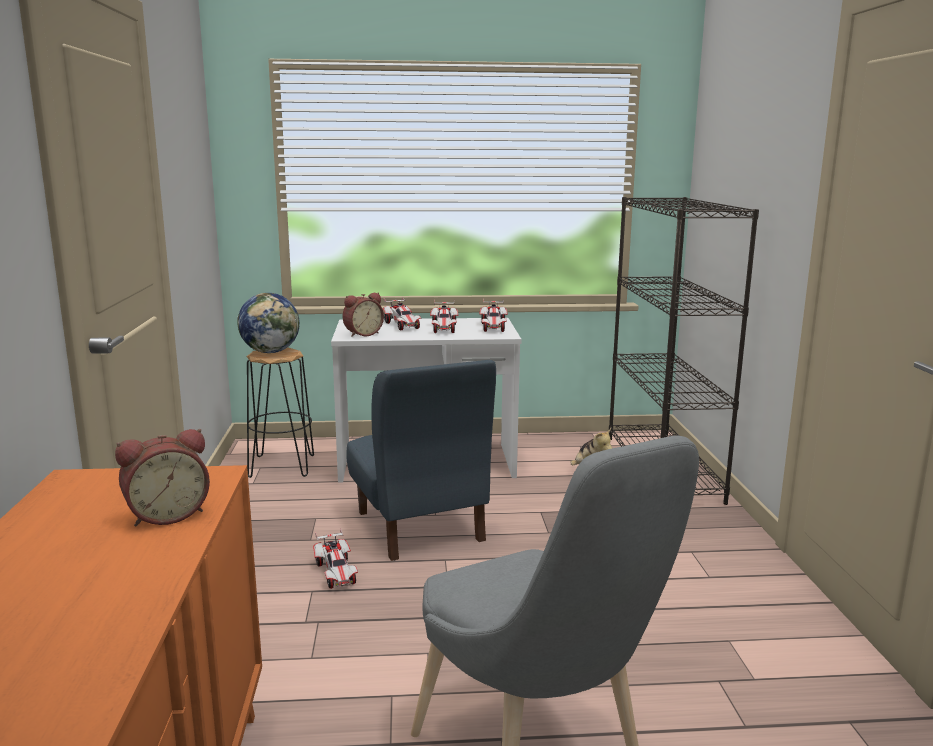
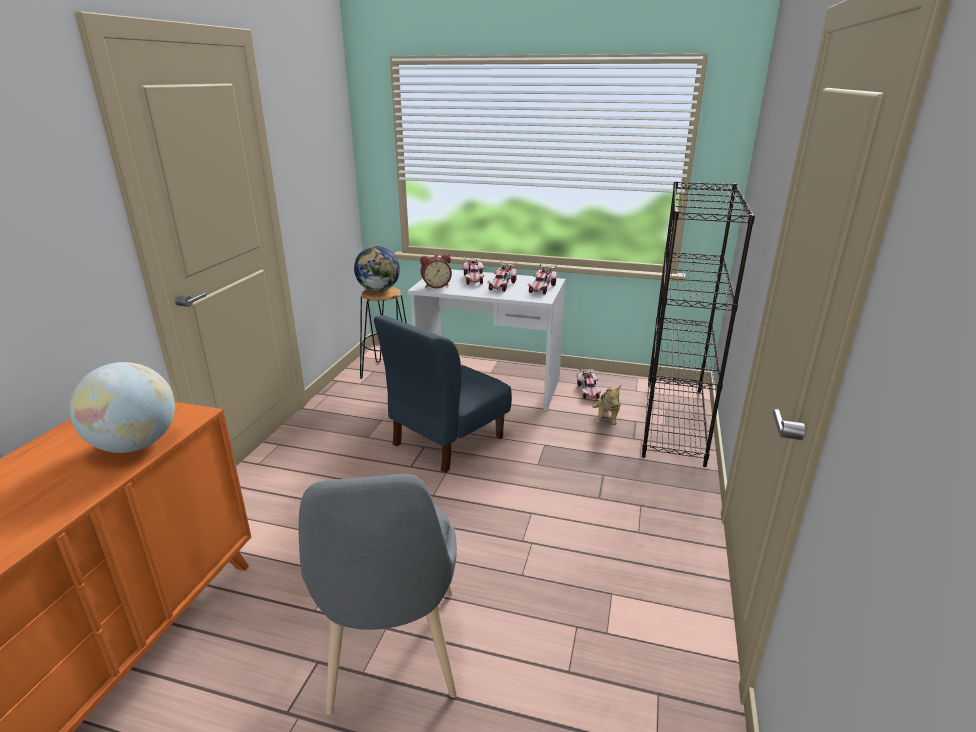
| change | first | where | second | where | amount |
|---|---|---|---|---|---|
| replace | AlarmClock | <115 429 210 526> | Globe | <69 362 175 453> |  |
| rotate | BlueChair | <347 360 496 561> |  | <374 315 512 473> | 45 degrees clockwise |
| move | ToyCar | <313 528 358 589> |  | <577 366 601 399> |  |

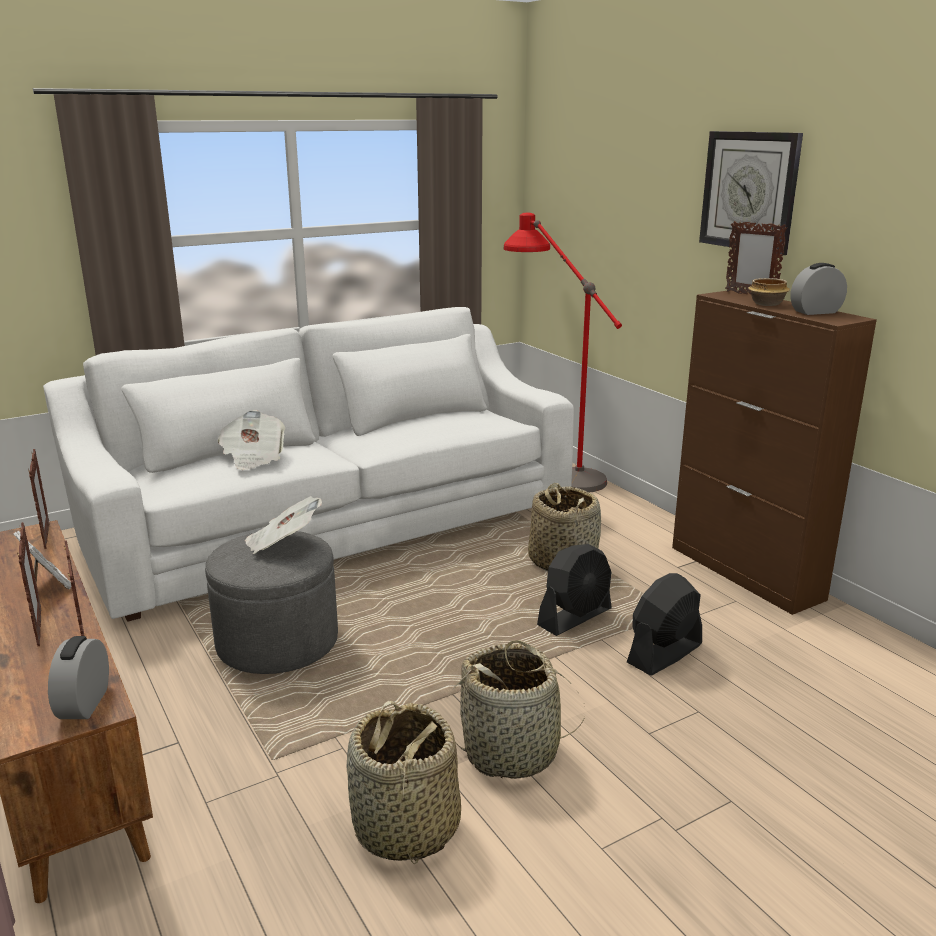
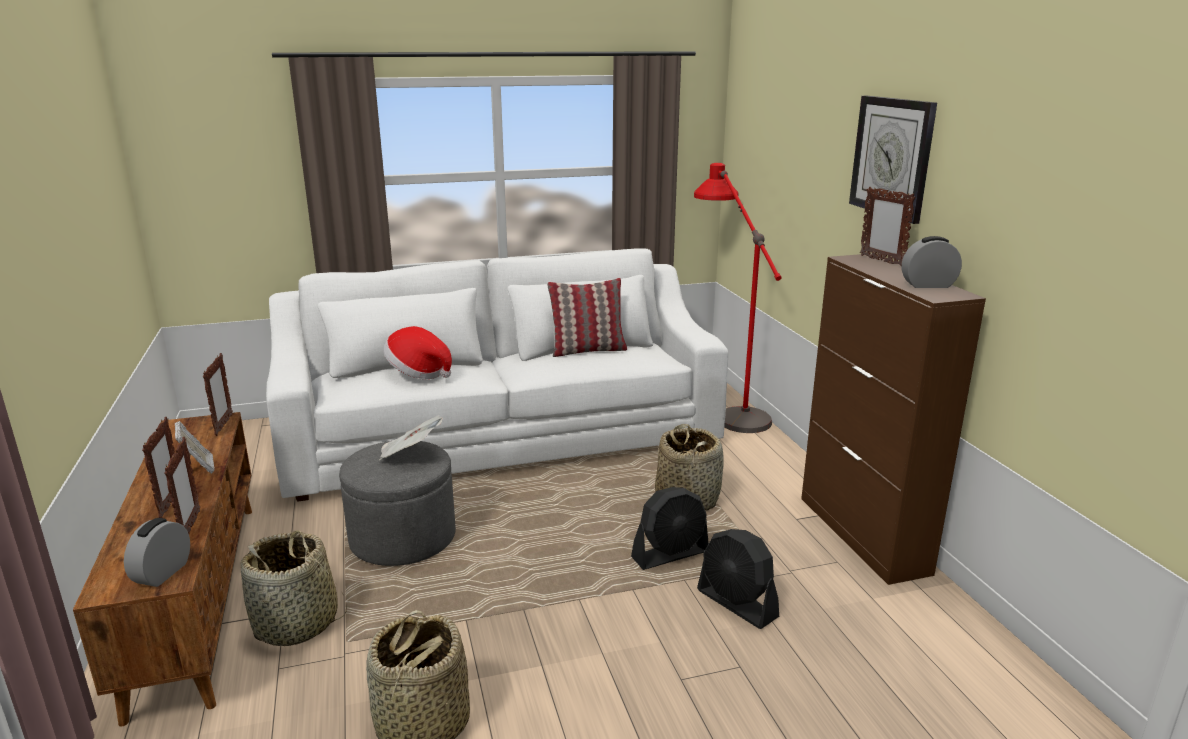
| change | first | where | second | where | amount |
|---|---|---|---|---|---|
| move | Basket | <454 640 585 779> |  | <240 530 347 646> |  |
| replace | Newspaper | <217 410 285 470> | Hat | <383 326 452 380> |  |
| insert |  |  | Pillow | <547 278 627 357> |  |
| rotate | BlackFan | <627 573 702 676> |  | <697 529 779 629> | 105 degrees counterclockwise |
| delete | Bowl | <748 278 790 306> |  |  |  |

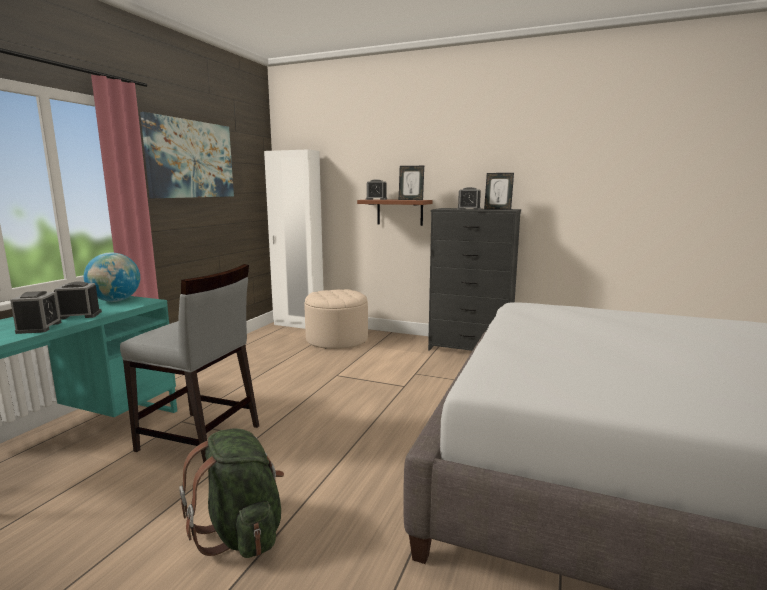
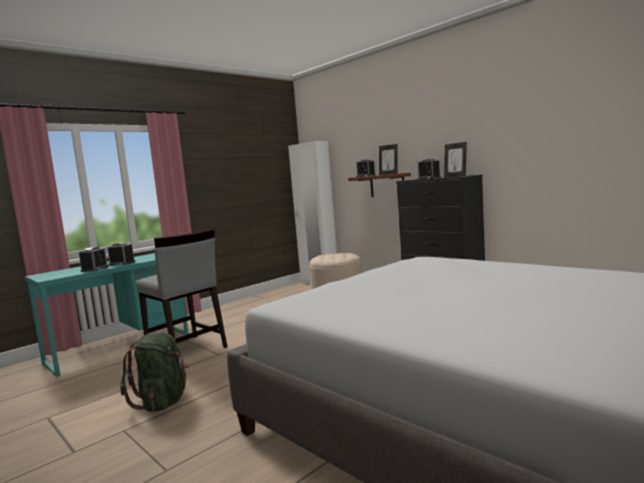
| change | first | where | second | where | amount |
|---|---|---|---|---|---|
| delete | Globe | <84 252 140 302> |  |  |  |
| delete | Picture | <140 112 234 198> |  |  |  |

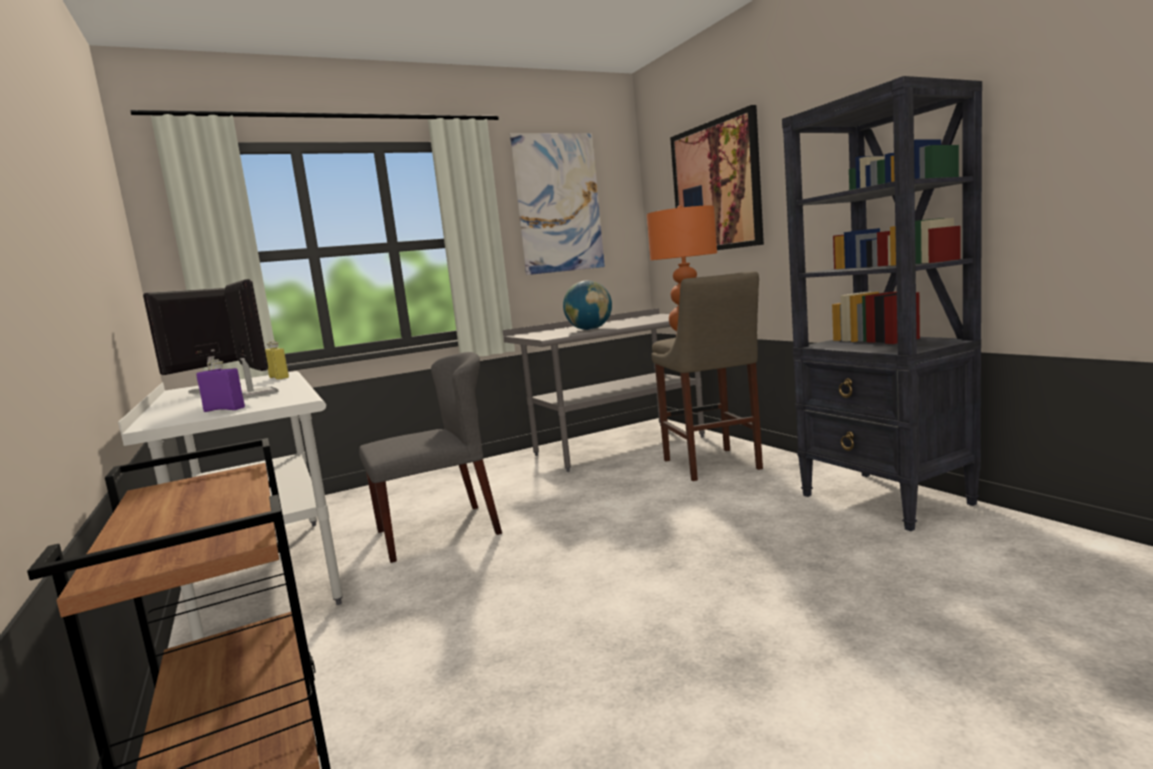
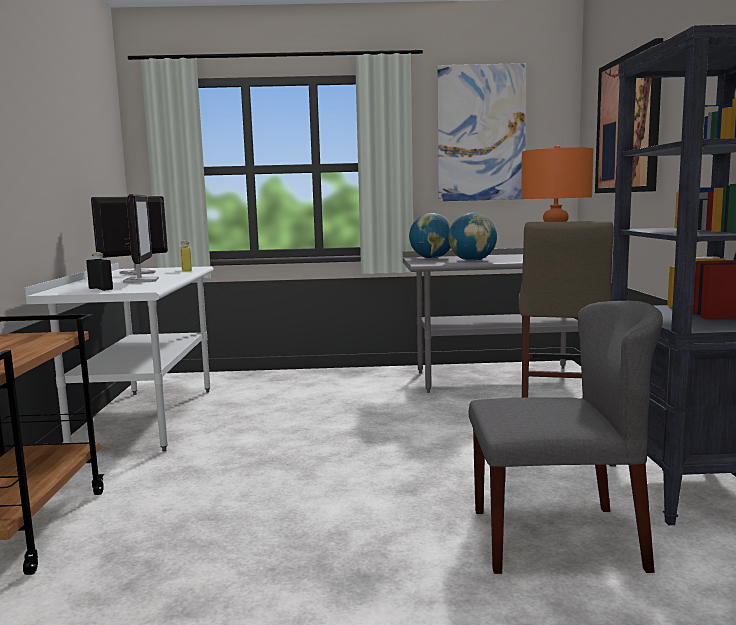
| change | first | where | second | where | amount |
|---|---|---|---|---|---|
| recolor | PurpleBottle | <196 359 245 412> | BlackBottle | <86 252 113 291> |  |
| insert |  |  | Globe | <409 213 452 258> |  |
| move | GreyChair | <359 352 502 563> |  | <469 301 663 574> |  |

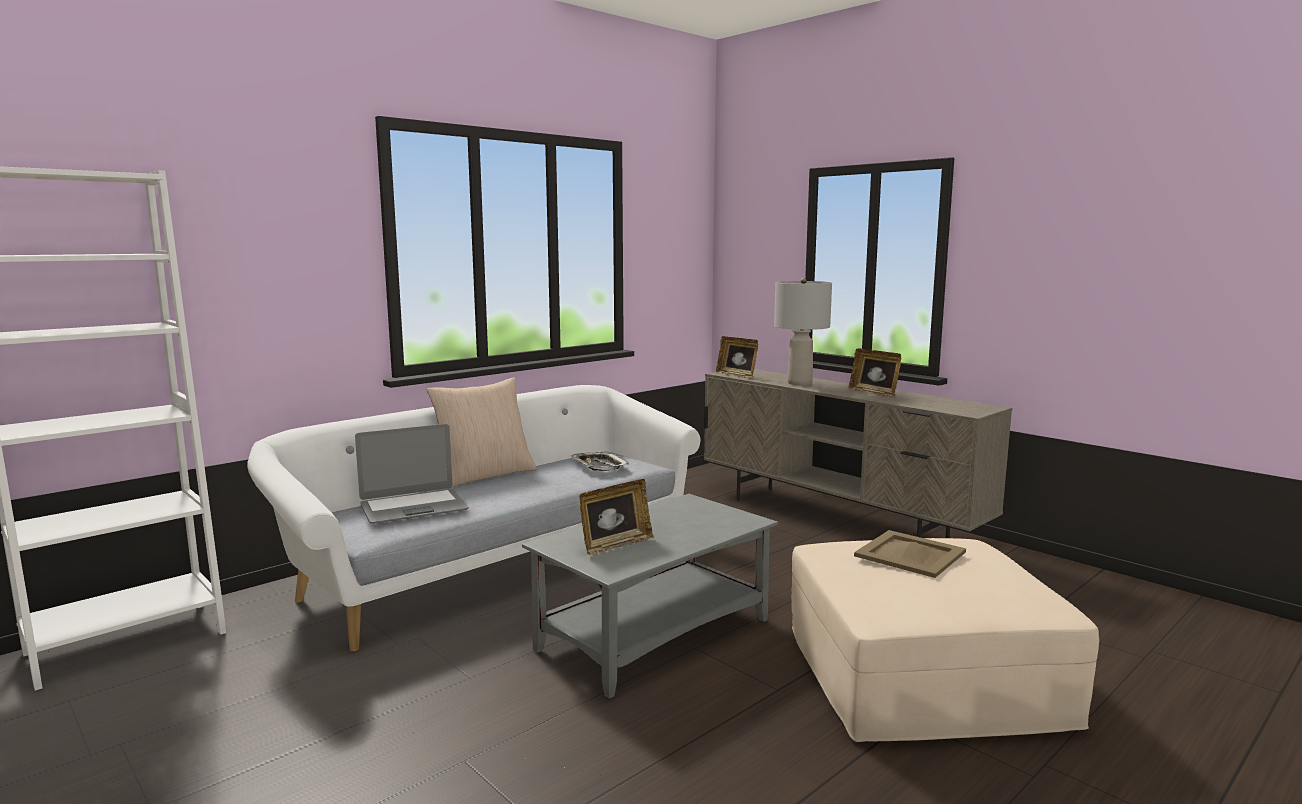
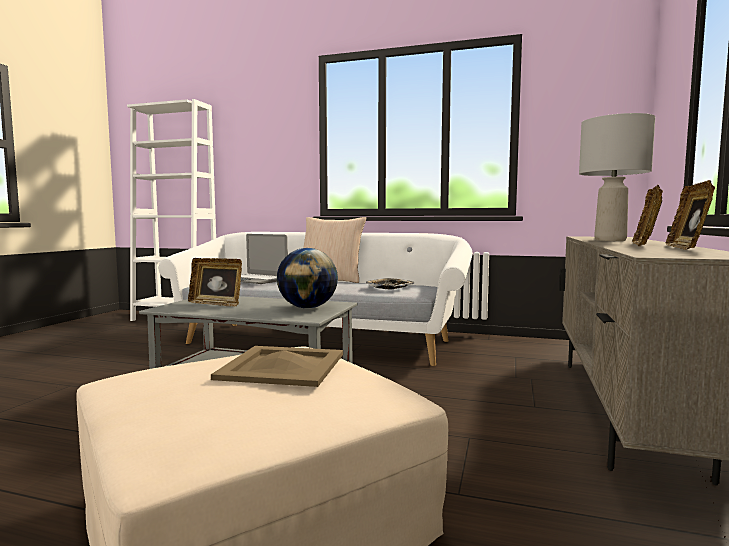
| change | first | where | second | where | amount |
|---|---|---|---|---|---|
| insert |  |  | Globe | <277 248 338 309> |  |
| move | PictureFrame | <716 336 758 379> |  | <666 180 715 250> |  |

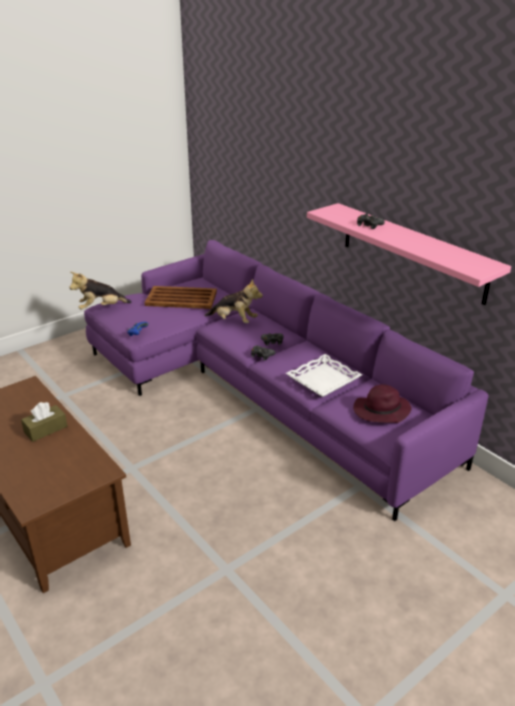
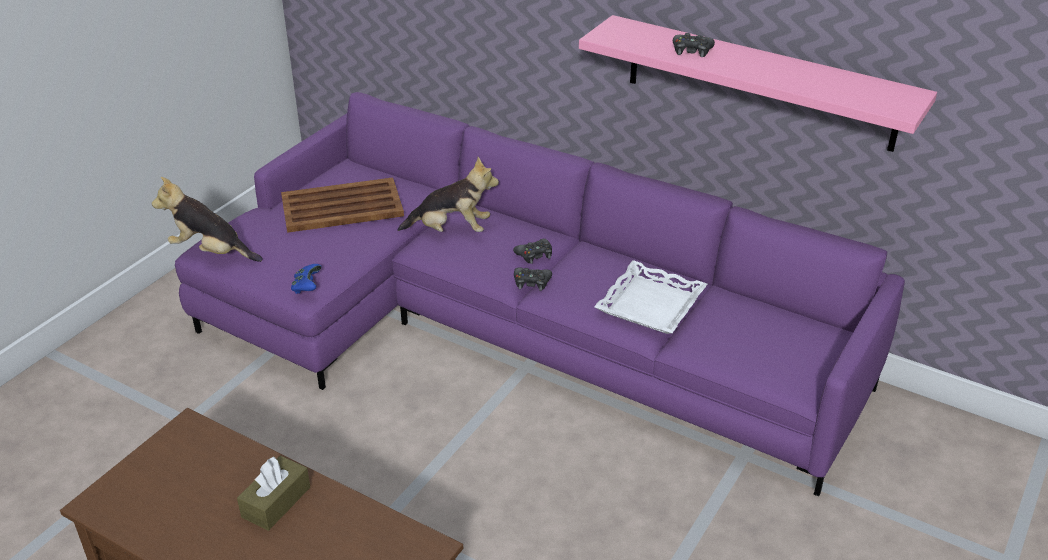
| change | first | where | second | where | amount |
|---|---|---|---|---|---|
| rotate | PlushToy | <70 272 132 310> |  | <152 177 263 262> | 60 degrees clockwise |
| delete | PurpleHat | <353 384 412 423> |  |  |  |

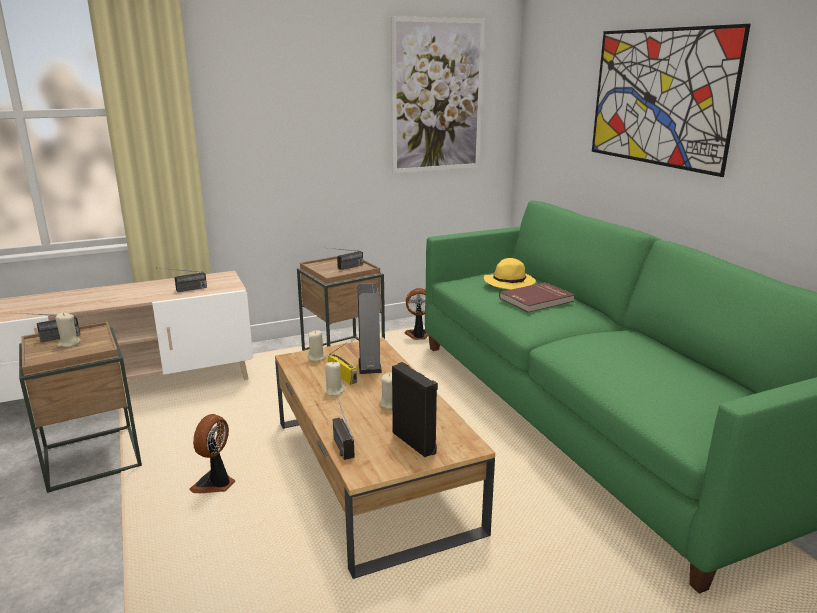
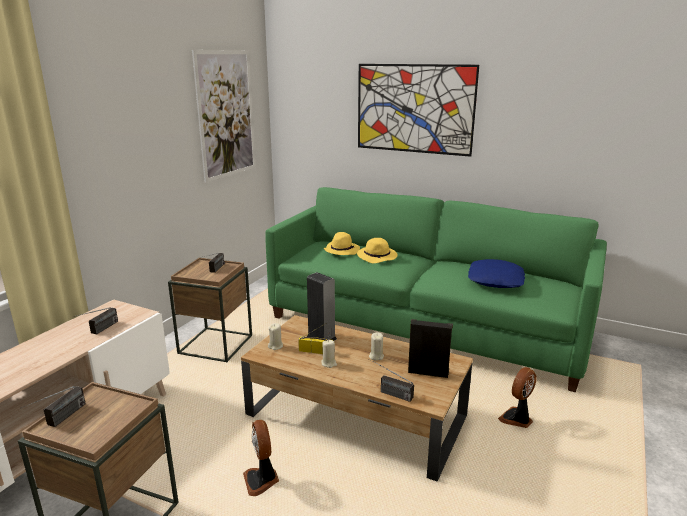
| change | first | where | second | where | amount |
|---|---|---|---|---|---|
| replace | RedBook | <499 282 575 312> | YellowHat | <357 238 398 263> |  |
| insert |  |  | BluePillow | <468 259 525 288> |  |
| move | Fan | <404 288 429 340> |  | <498 367 537 428> |  |
| delete | BeigeCandle | <55 313 81 347> |  |  |  |

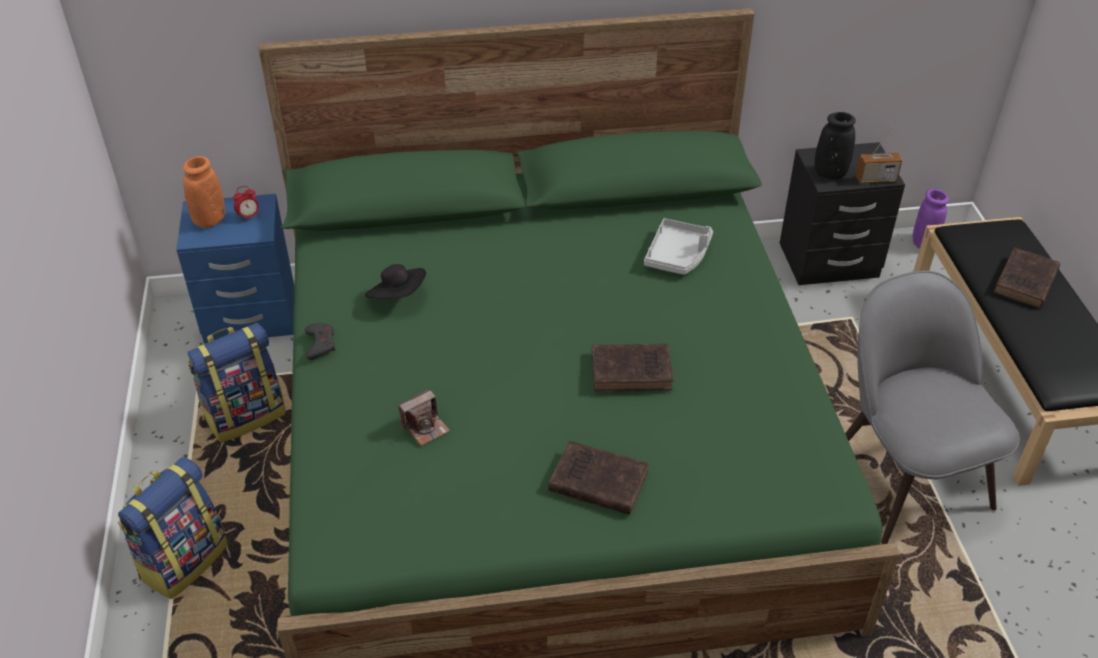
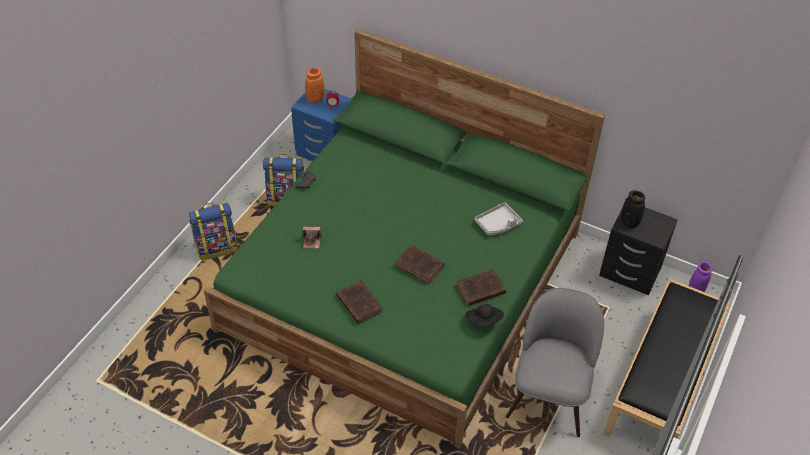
| change | first | where | second | where | amount |
|---|---|---|---|---|---|
| move | BrownBook | <993 247 1060 308> |  | <456 269 506 306> |  |
| move | BlackHat | <365 264 426 299> |  | <466 304 504 327> |  |
| delete | Radio | <856 127 902 183> |  |  |  |

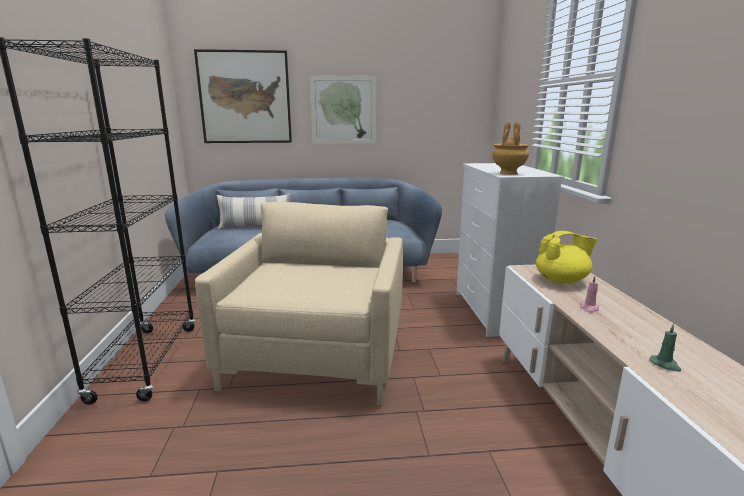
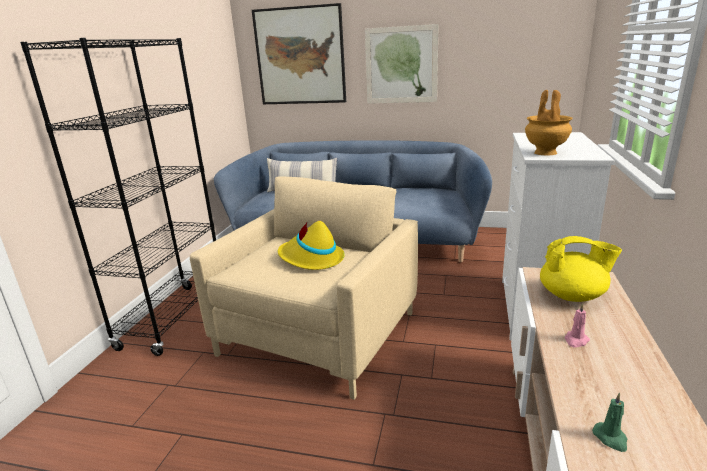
| change | first | where | second | where | amount |
|---|---|---|---|---|---|
| insert |  |  | YellowHat | <278 221 345 270> |  |

